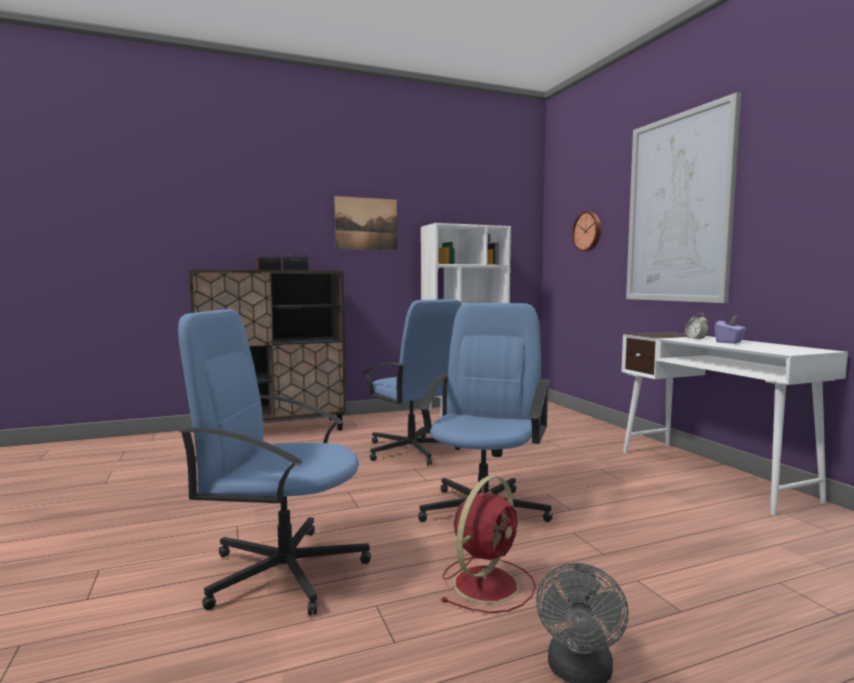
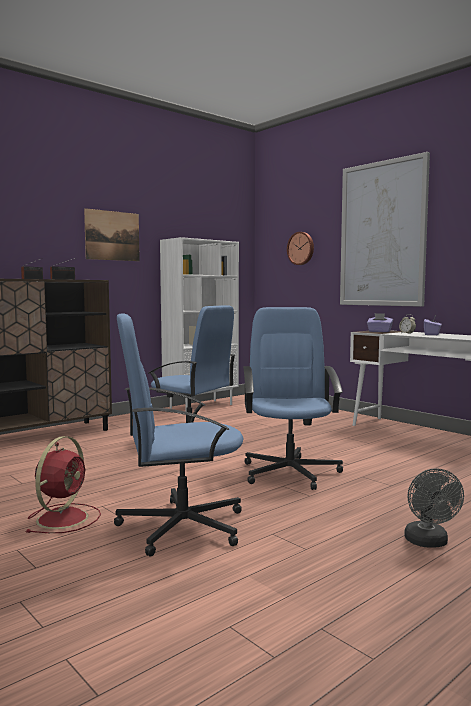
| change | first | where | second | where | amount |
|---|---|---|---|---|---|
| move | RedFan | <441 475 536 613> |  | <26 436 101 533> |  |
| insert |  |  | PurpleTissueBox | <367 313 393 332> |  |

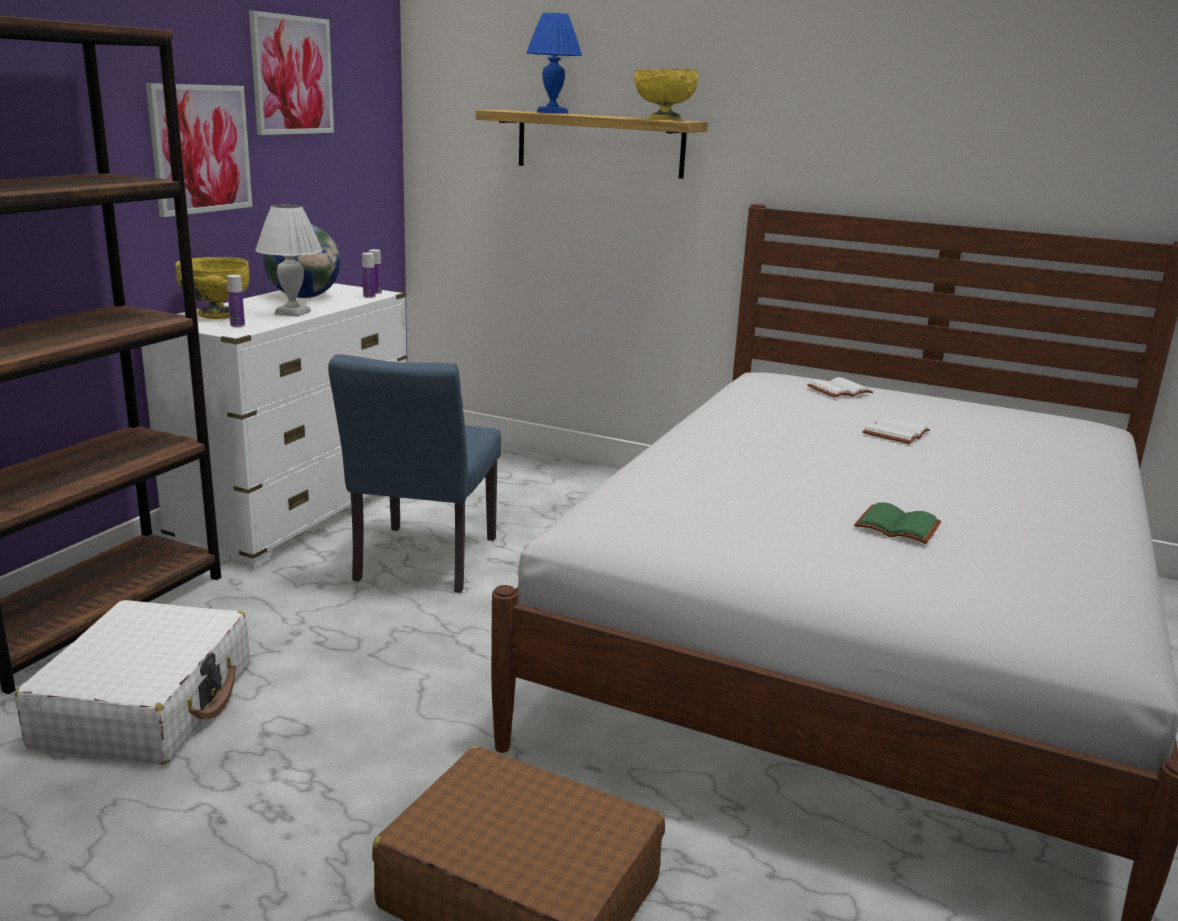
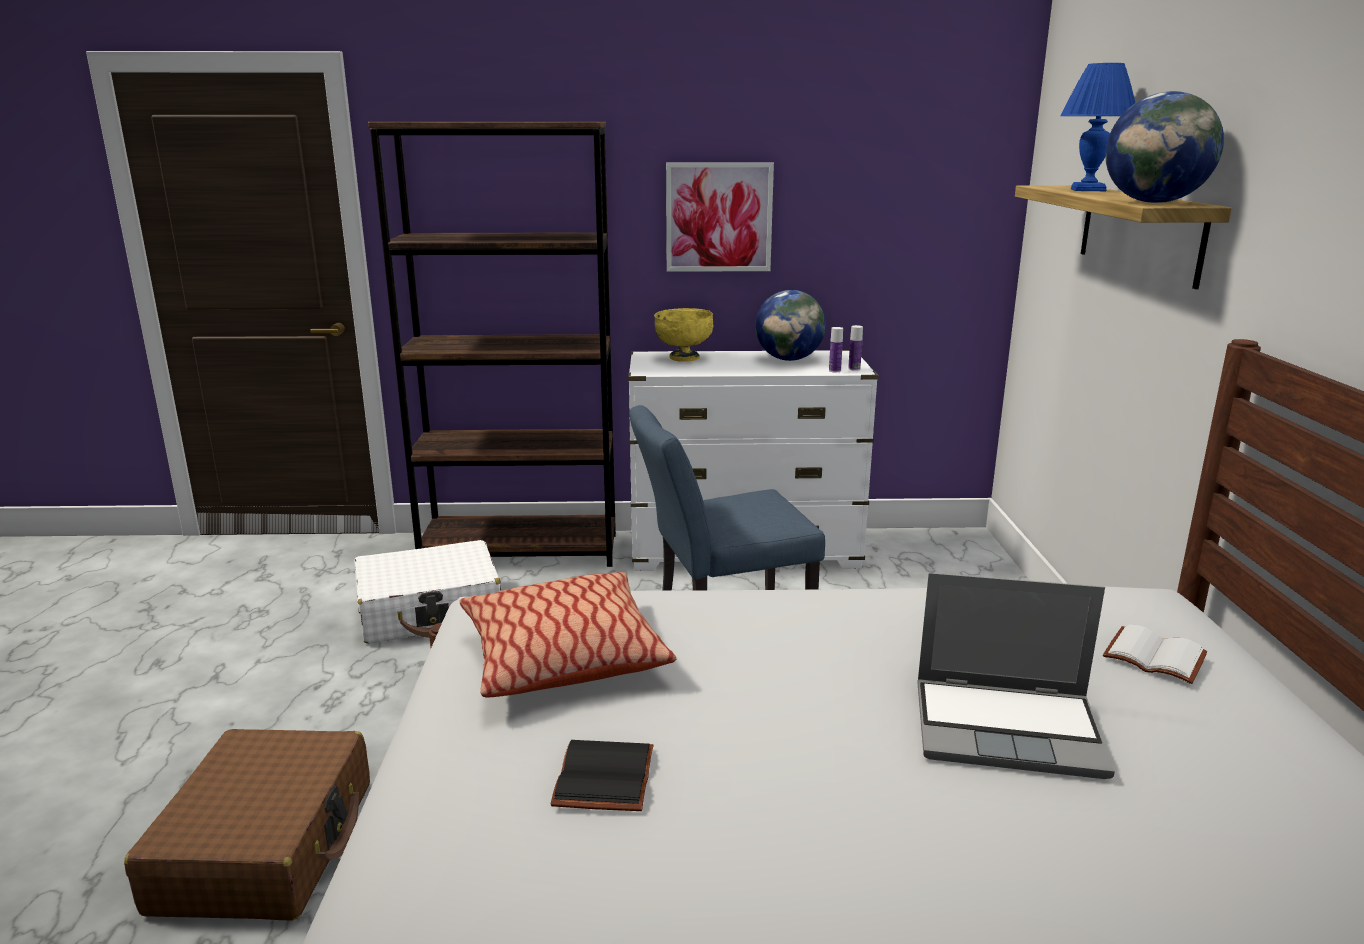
| change | first | where | second | where | amount |
|---|---|---|---|---|---|
| insert |  |  | Pillow | <460 572 676 698> |  |
| recolor | GreenBook | <854 502 941 544> | BlackBook | <550 740 654 811> |  |
| replace | WhiteBook | <862 417 930 444> | Laptop | <917 573 1115 779> |  |
| replace | YellowBowl | <634 69 698 120> | Globe | <1105 91 1224 203> |  |
| delete | Bottle | <227 275 245 327> |  |  |  |
| delete | Picture | <249 11 334 135> |  |  |  |
| delete | WhiteTableLamp | <255 205 323 317> |  |  |  |

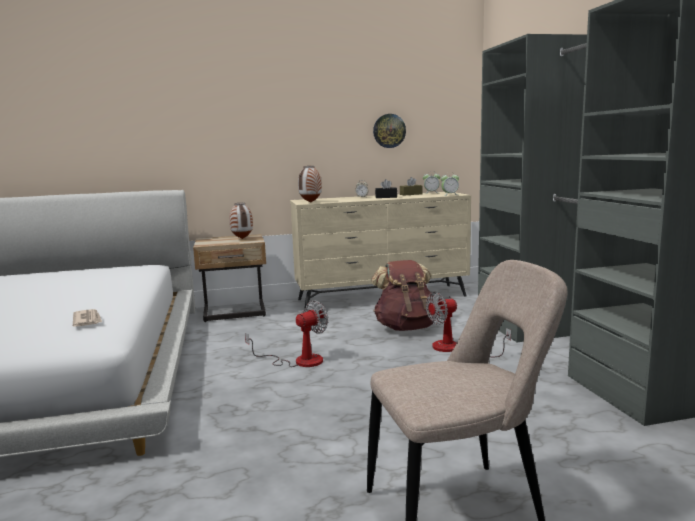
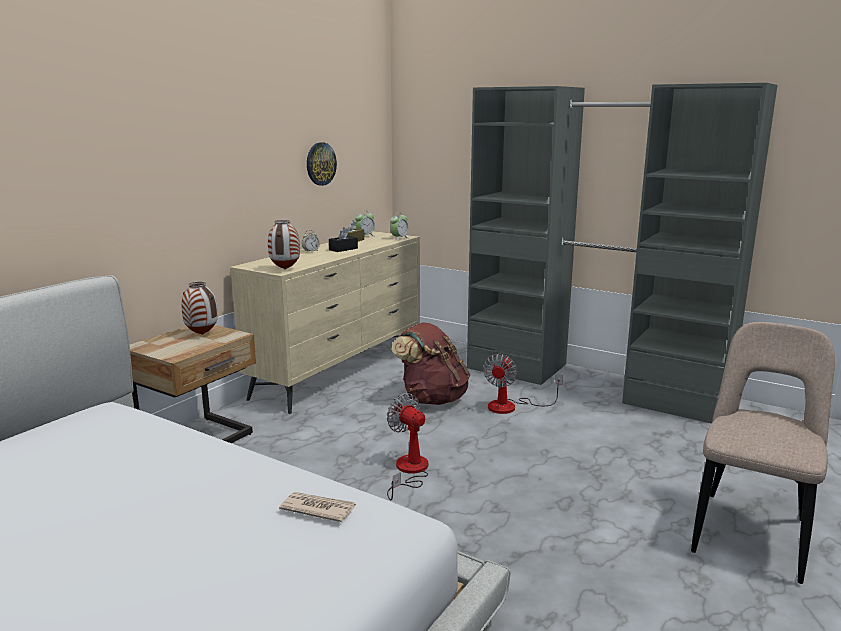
| change | first | where | second | where | amount |
|---|---|---|---|---|---|
| rotate | Fan | <245 300 329 367> |  | <387 393 428 501> | 45 degrees counterclockwise |

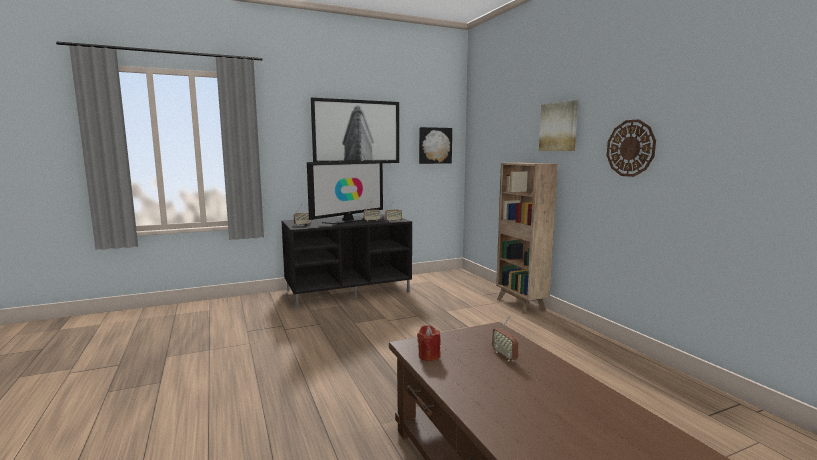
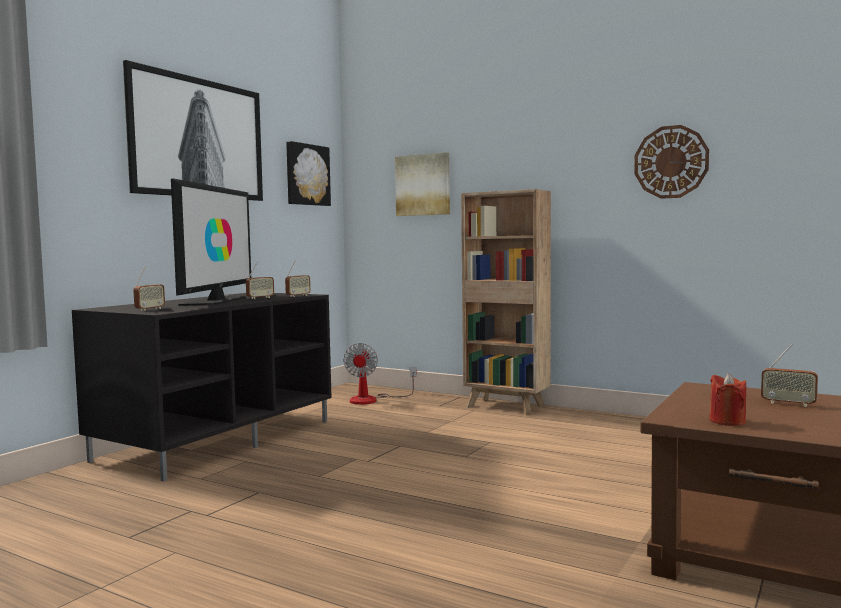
| change | first | where | second | where | amount |
|---|---|---|---|---|---|
| insert |  |  | Fan | <343 343 417 405> |  |
| move | Picture | <539 100 578 151> |  | <395 152 450 216> |  |

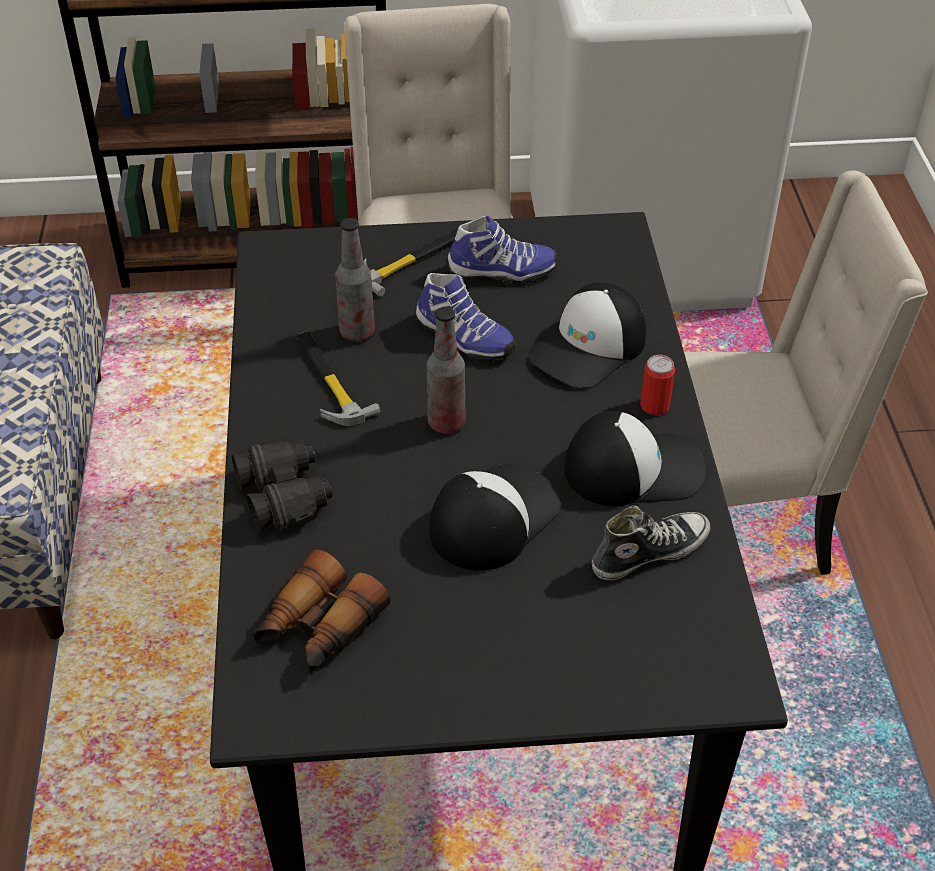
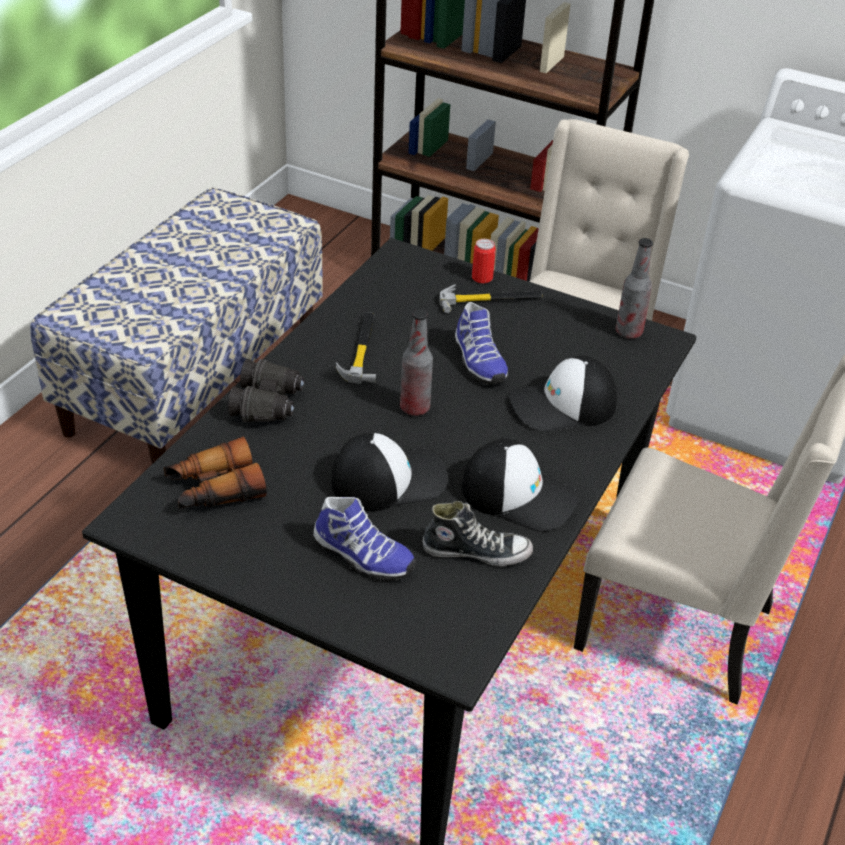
| change | first | where | second | where | amount |
|---|---|---|---|---|---|
| move | Shoe | <446 215 557 284> |  | <313 497 416 582> |  |
| move | Can | <640 355 675 415> |  | <472 239 496 283> |  |
| move | Bottle | <335 218 375 341> |  | <616 238 653 339> |  |

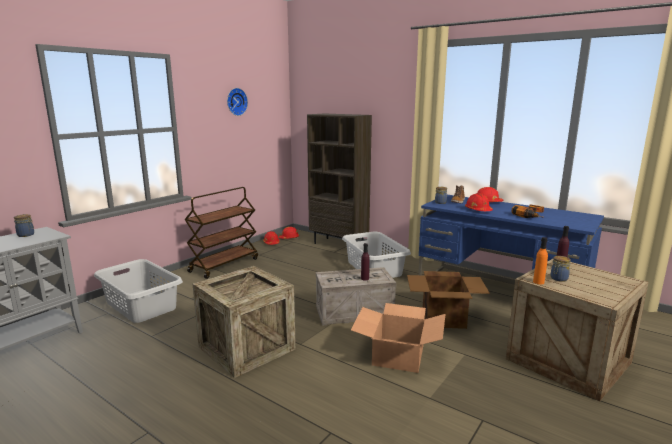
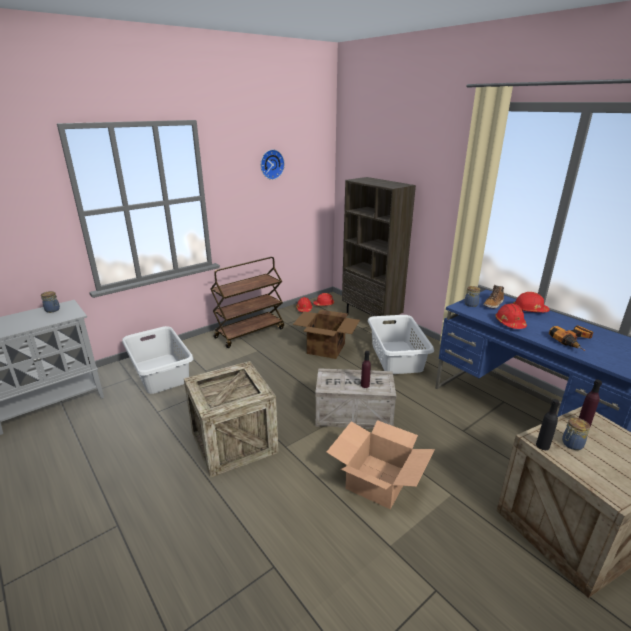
| change | first | where | second | where | amount |
|---|---|---|---|---|---|
| move | CardboardBox | <407 271 490 329> |  | <293 310 360 359> |  |
| recolor | OrangeBottle | <533 237 548 284> | BlackBottle | <536 399 560 450> |  |

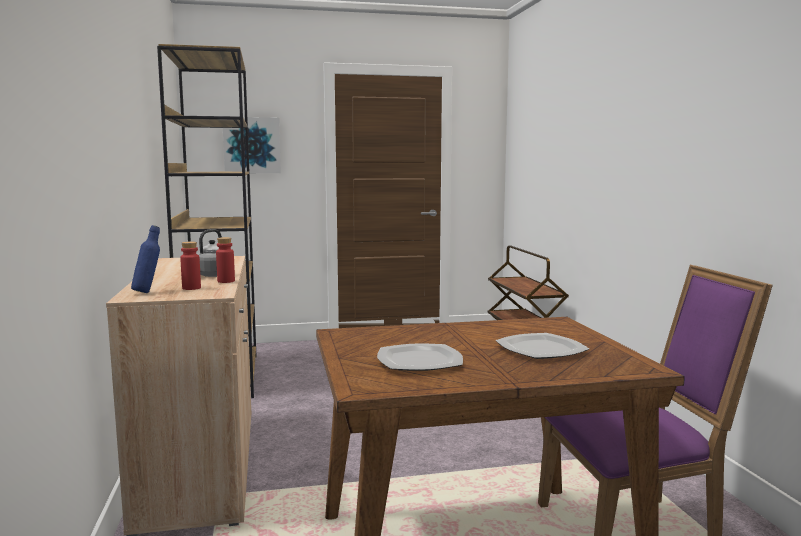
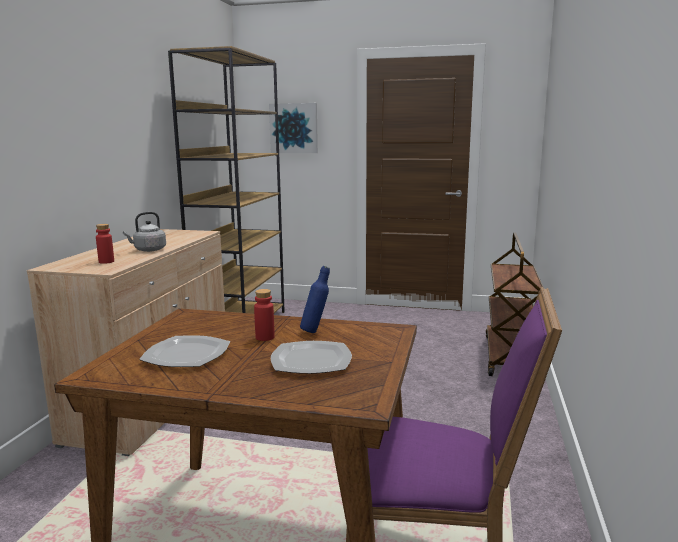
| change | first | where | second | where | amount |
|---|---|---|---|---|---|
| move | RedBottle | <216 237 235 283> |  | <254 289 275 341> |  |
| move | BlueBottle | <131 225 160 293> |  | <300 266 330 333> |  |

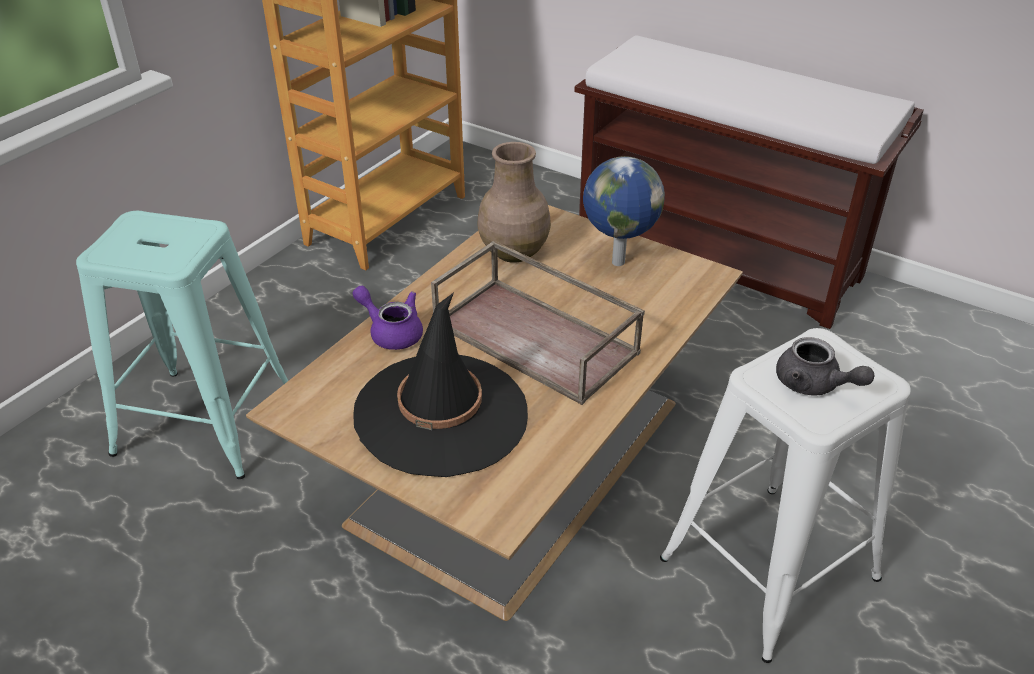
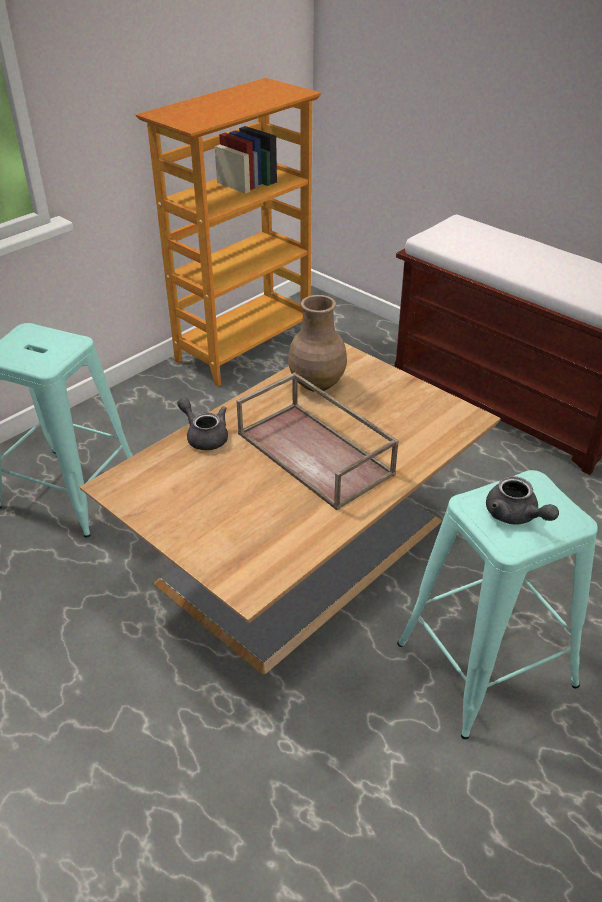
| change | first | where | second | where | amount |
|---|---|---|---|---|---|
| recolor | PurpleTeapot | <352 286 423 350> | GreyTeapot | <177 397 228 450> |  |
| recolor | WhiteStool | <660 328 911 663> | TurquoiseStool | <397 470 598 739> |  |
| delete | BlackHat | <353 292 528 477> |  |  |  |
| delete | Globe | <583 156 665 266> |  |  |  |

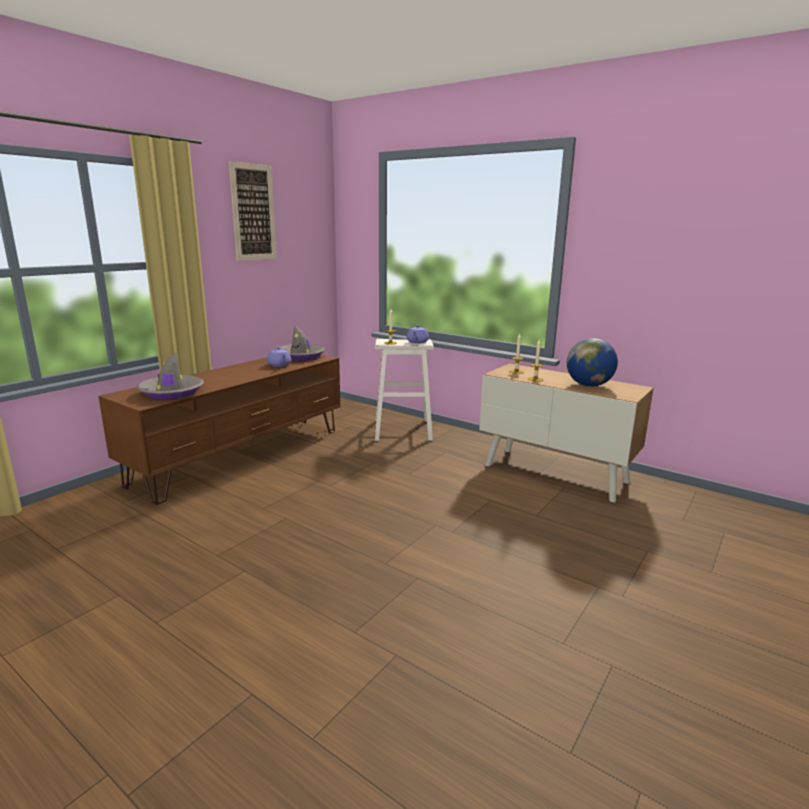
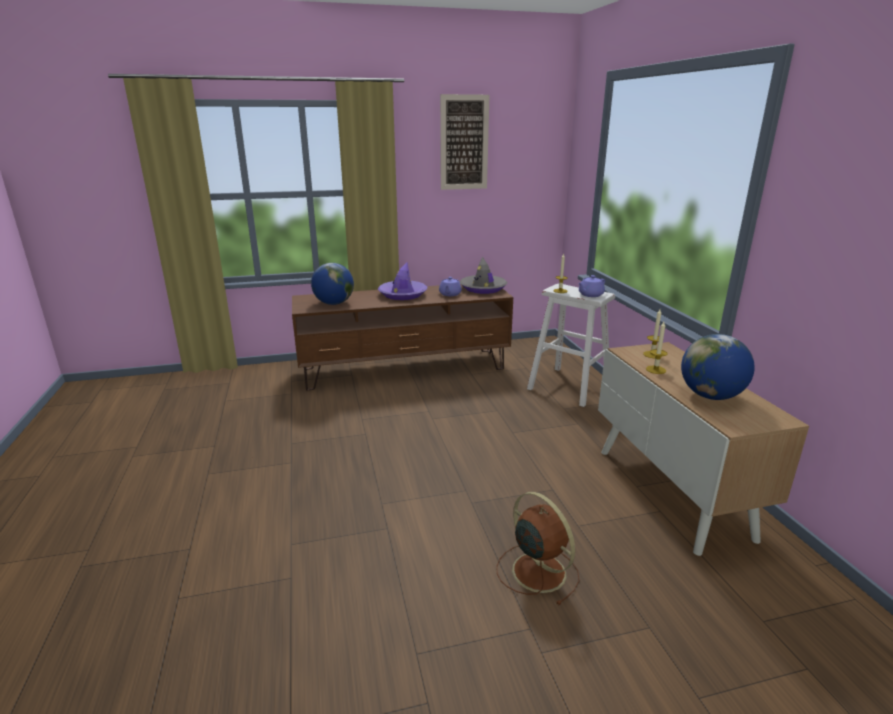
| change | first | where | second | where | amount |
|---|---|---|---|---|---|
| replace | GreyHat | <137 352 204 400> | Globe | <311 263 354 305> |  |
| insert |  |  | PurpleHat | <378 263 427 300> |  |
| insert |  |  | BrownFan | <496 492 580 605> |  |

